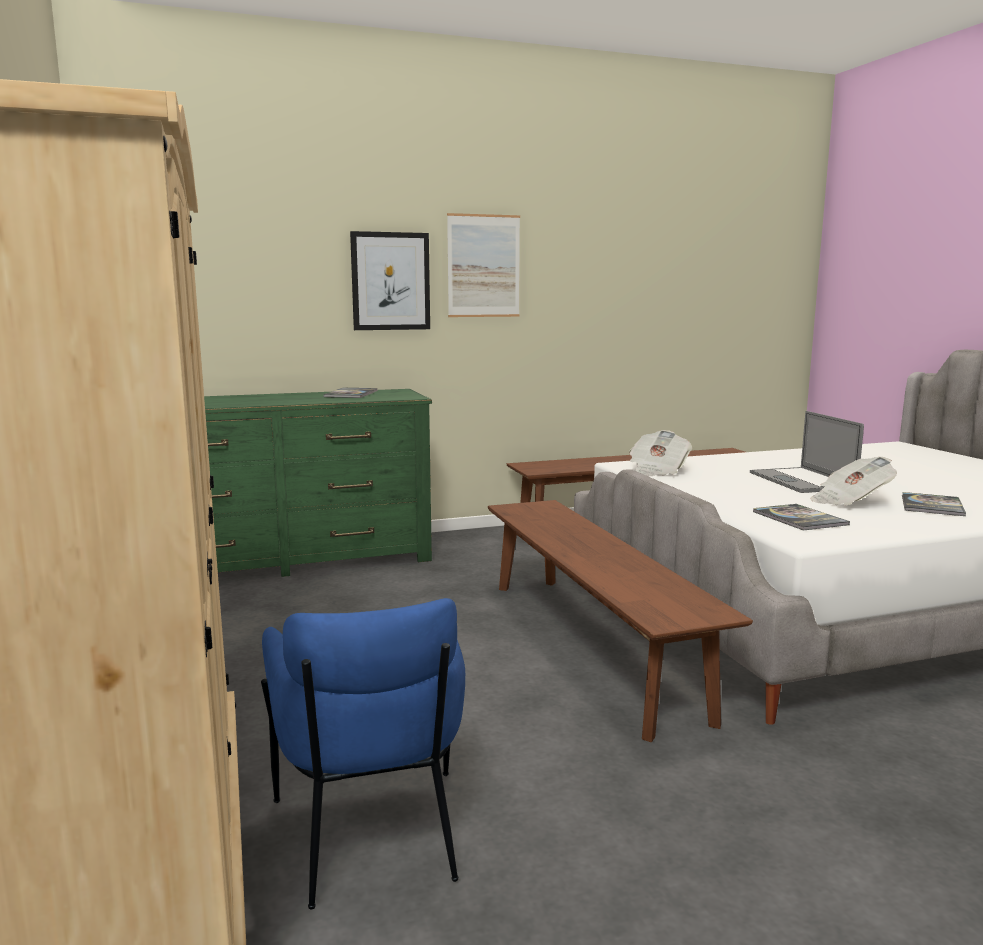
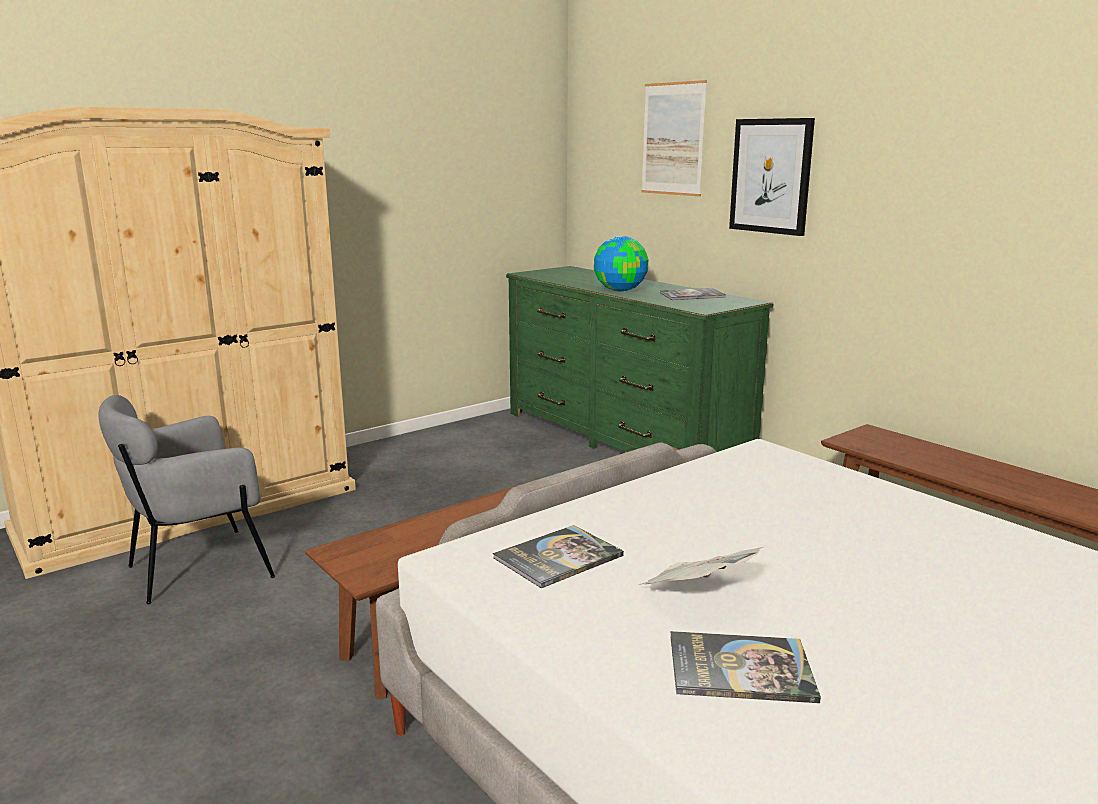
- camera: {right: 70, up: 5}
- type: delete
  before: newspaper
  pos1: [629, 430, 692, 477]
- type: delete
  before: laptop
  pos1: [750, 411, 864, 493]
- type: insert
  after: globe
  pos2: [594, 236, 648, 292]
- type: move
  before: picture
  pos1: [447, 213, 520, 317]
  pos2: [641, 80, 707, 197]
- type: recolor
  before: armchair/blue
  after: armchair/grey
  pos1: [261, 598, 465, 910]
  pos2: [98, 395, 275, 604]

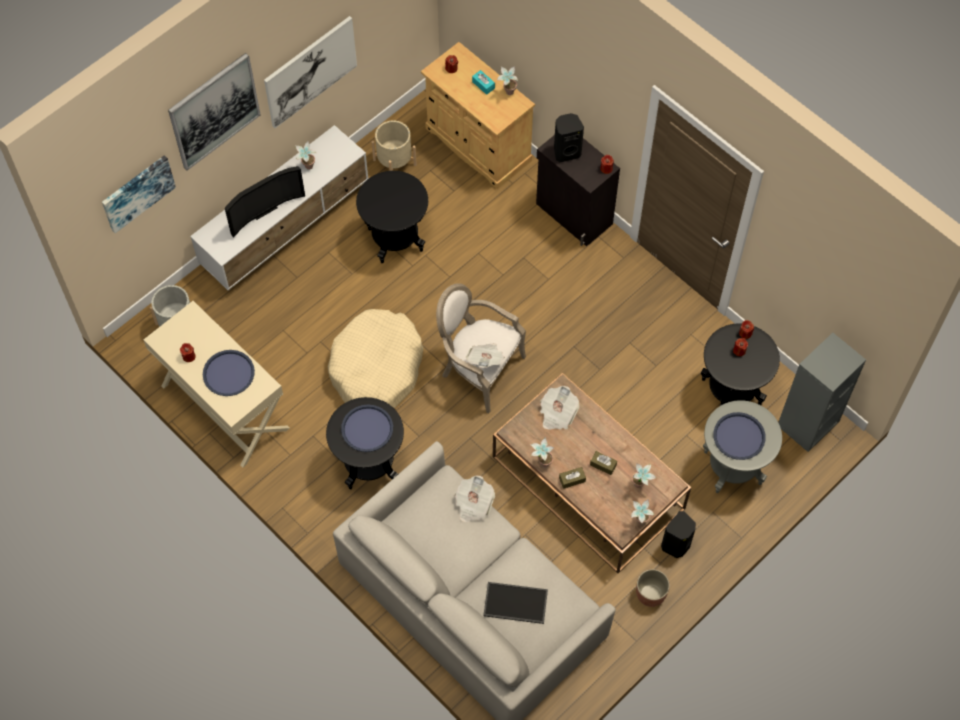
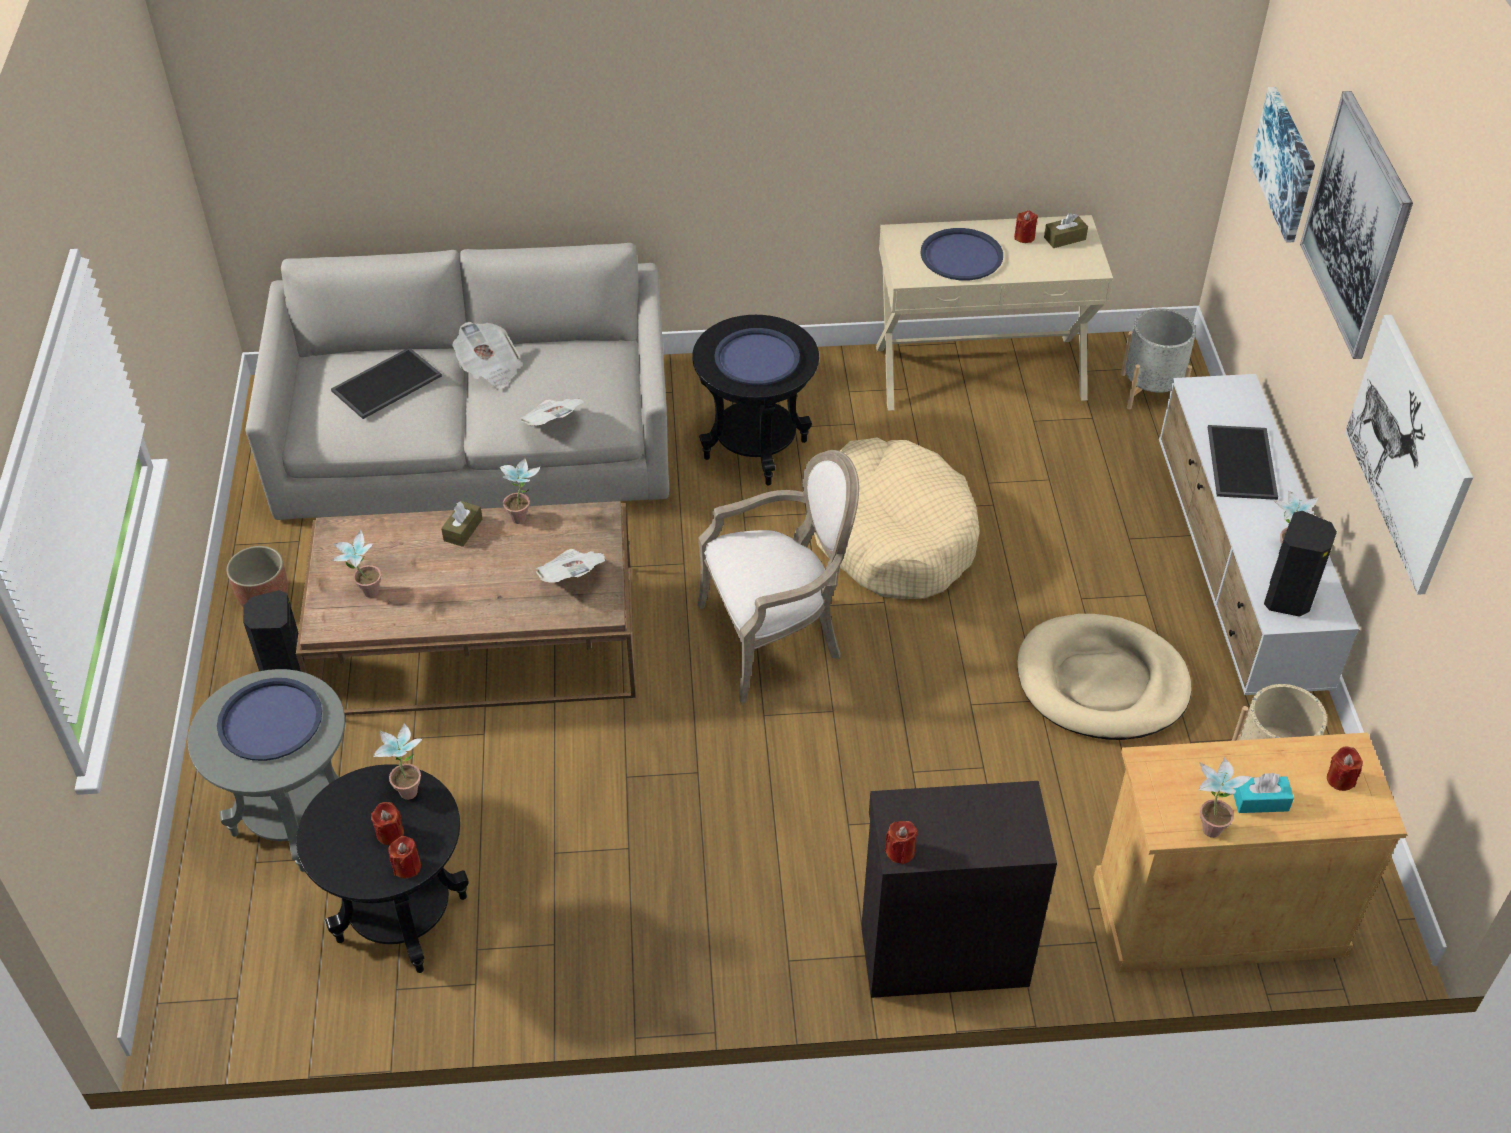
- camera: {right: 130, up: -15}
- type: delete
  before: bookcase/grey
  pos1: [778, 333, 866, 452]
- type: move
  before: newspaper
  pos1: [466, 343, 505, 368]
  pos2: [453, 322, 522, 389]
- type: move
  before: speaker/black
  pos1: [554, 113, 584, 162]
  pos2: [1264, 511, 1337, 617]
- type: move
  before: tissue box/brown
  pos1: [590, 451, 617, 475]
  pos2: [1044, 213, 1088, 248]
- type: move
  before: potted plant
  pos1: [631, 500, 654, 524]
  pos2: [373, 724, 423, 800]
- type: replace
  before: television
  after: tray
  pos1: [225, 166, 305, 238]
  pos2: [1208, 425, 1278, 500]
- type: replace
  before: side table/black
  after: dog bed/beige
  pos1: [356, 171, 428, 263]
  pos2: [1017, 614, 1191, 740]

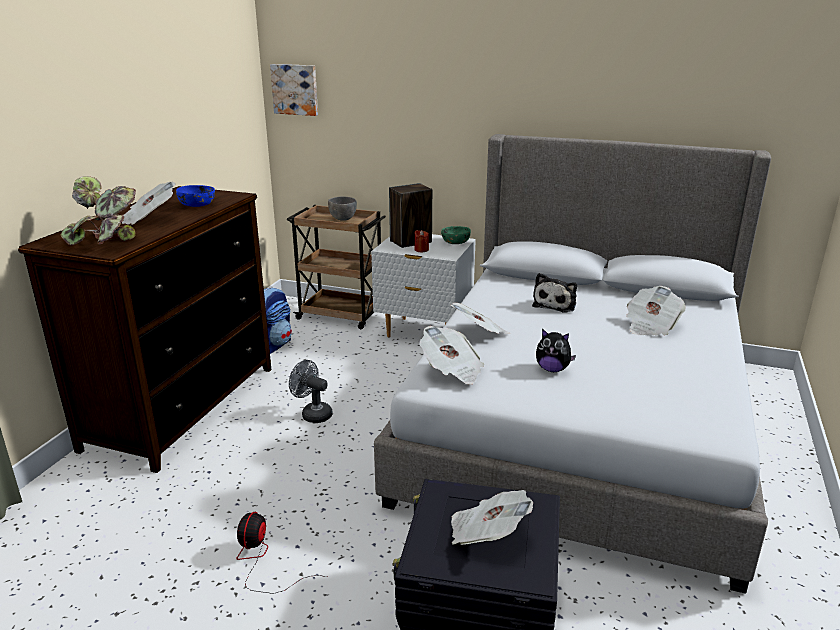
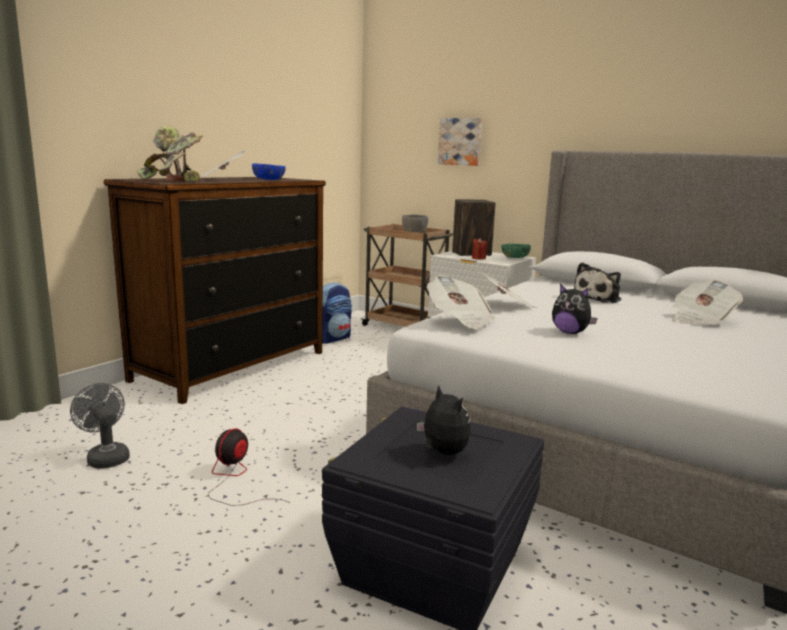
- camera: {right: 15, up: -10}
- type: move
  before: picture
  pos1: [270, 64, 318, 116]
  pos2: [438, 118, 482, 166]
- type: move
  before: fan/grey
  pos1: [289, 360, 333, 423]
  pos2: [70, 383, 130, 469]
- type: replace
  before: newspaper
  after: plush toy
  pos1: [451, 490, 533, 545]
  pos2: [417, 385, 471, 455]

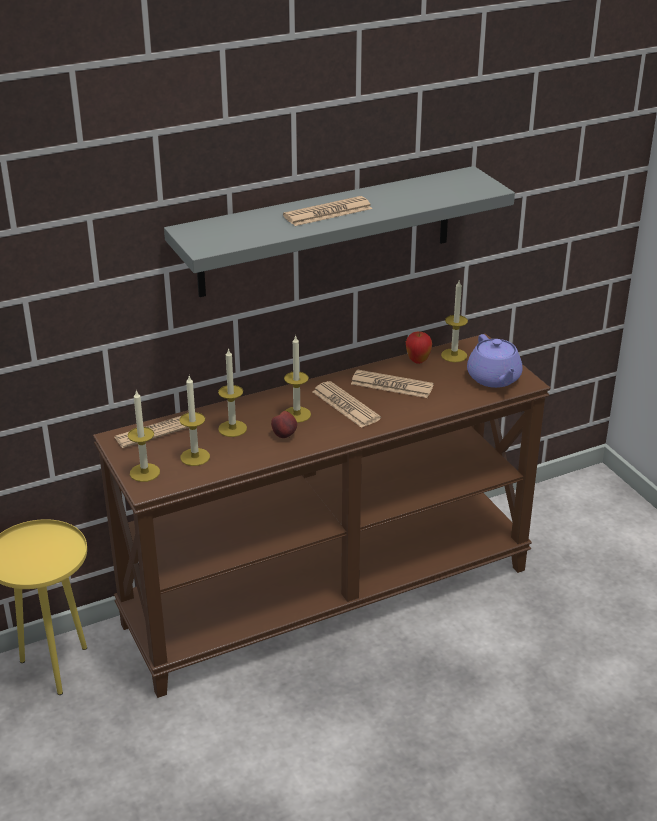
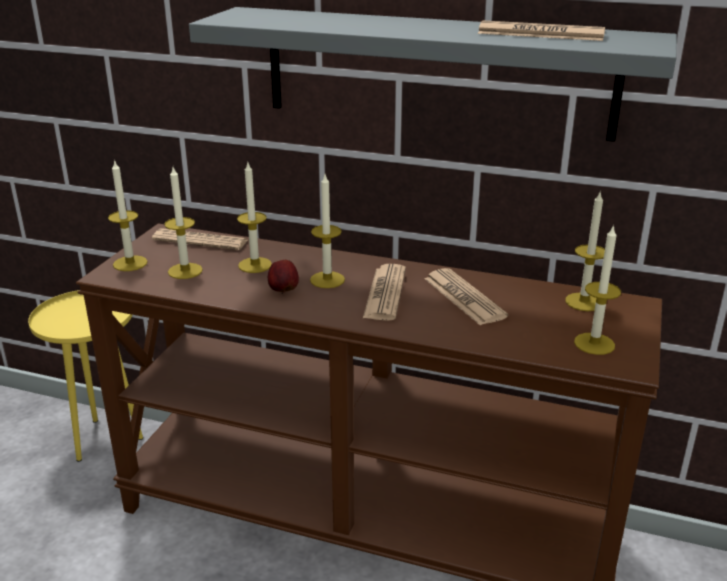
- camera: {right: 45, up: -5}
- type: delete
  before: apple
  pos1: [406, 332, 432, 364]
- type: move
  before: newspaper
  pos1: [283, 196, 372, 226]
  pos2: [478, 20, 605, 41]
- type: replace
  before: teapot/purple
  after: candle
  pos1: [467, 334, 522, 388]
  pos2: [574, 224, 621, 355]

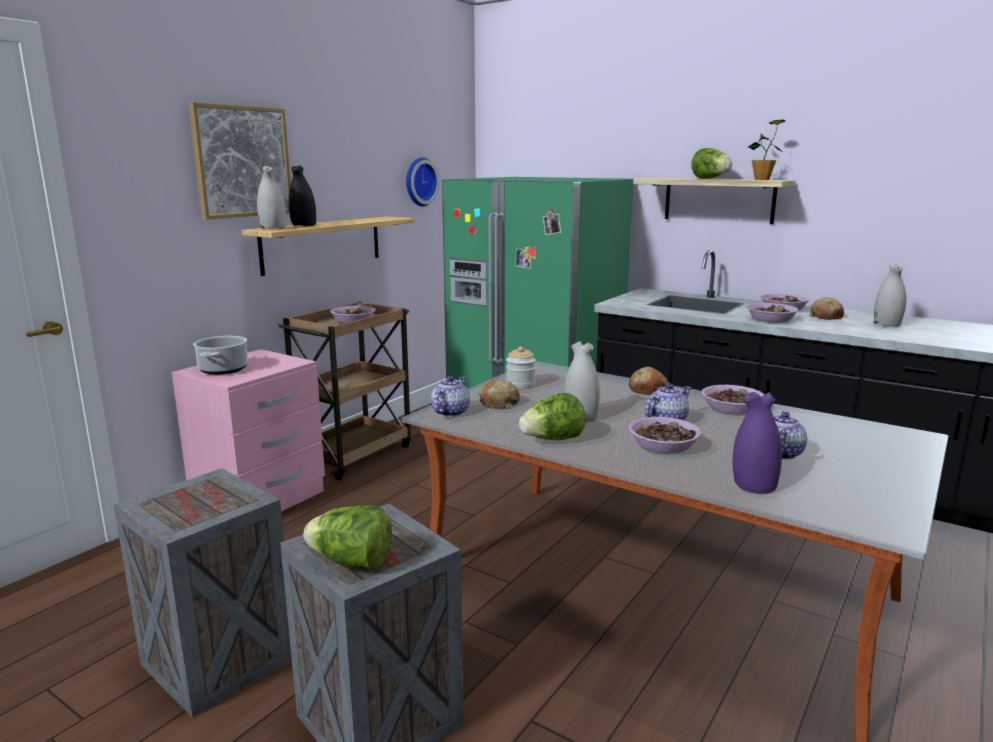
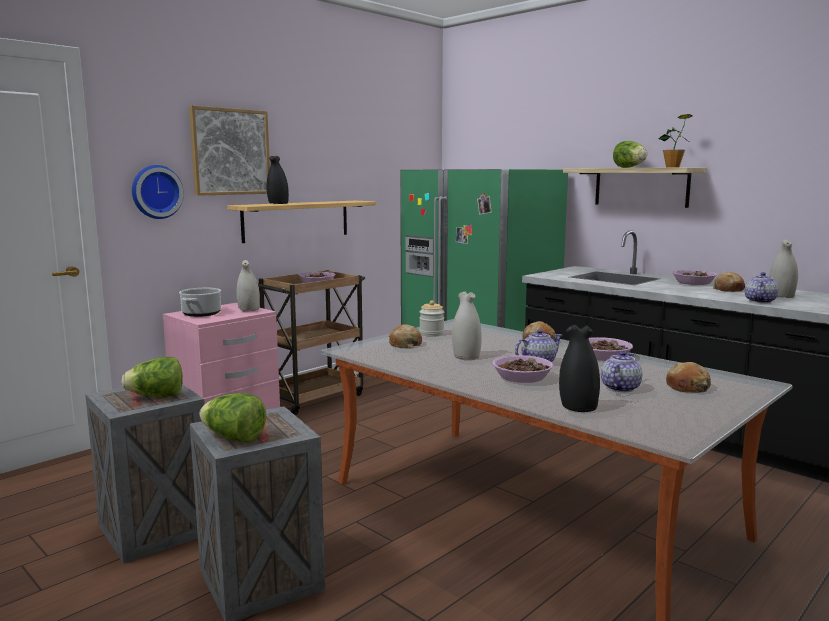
- camera: {right: 10, up: -5}
- type: delete
  before: bowl
  pos1: [747, 303, 799, 323]
- type: insert
  after: bread
  pos2: [666, 362, 711, 393]
- type: move
  before: vase/white
  pos1: [257, 166, 286, 229]
  pos2: [236, 260, 260, 311]
- type: move
  before: wall clock
  pos1: [406, 157, 440, 206]
  pos2: [132, 165, 184, 219]
- type: move
  before: teapot
  pos1: [431, 376, 470, 417]
  pos2: [745, 272, 779, 303]
- type: move
  before: lettuce
  pos1: [519, 393, 586, 440]
  pos2: [122, 357, 183, 398]
- type: recolor
  before: vase/purple
  after: vase/black
  pos1: [733, 392, 782, 494]
  pos2: [559, 325, 600, 412]

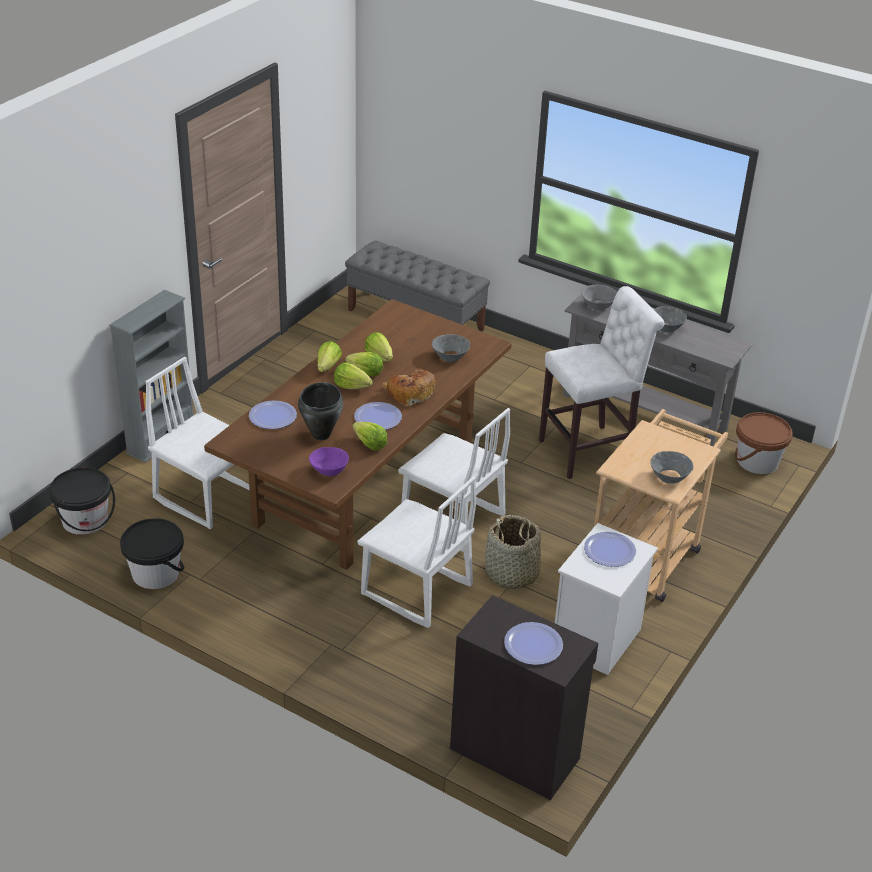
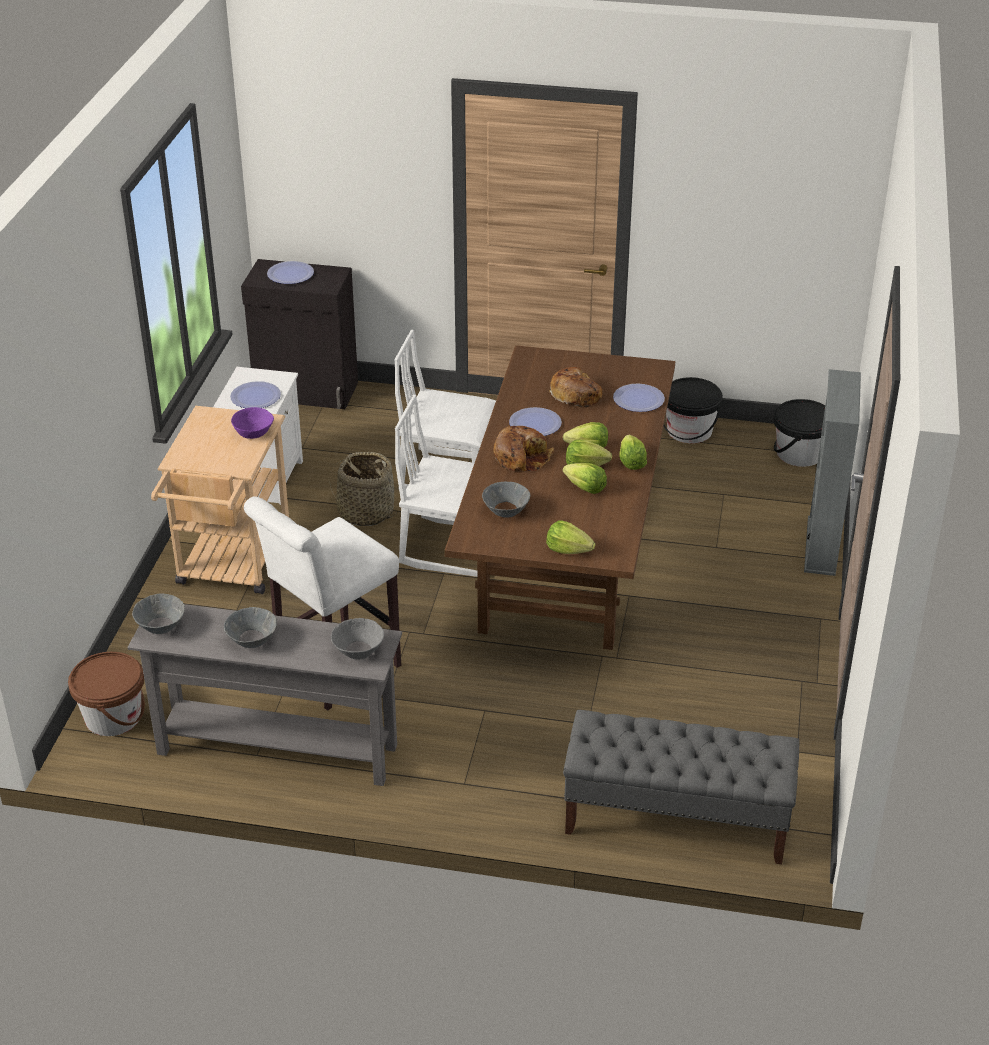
- camera: {right: 160, up: 0}
- type: delete
  before: chair/white
  pos1: [145, 356, 250, 529]
- type: move
  before: bowl/purple
  pos1: [309, 447, 349, 476]
  pos2: [231, 407, 274, 439]
- type: move
  before: lettuce
  pos1: [353, 422, 388, 450]
  pos2: [546, 521, 595, 554]
- type: move
  before: bowl/grey
  pos1: [650, 451, 694, 484]
  pos2: [132, 593, 185, 634]
- type: replace
  before: cooking pot/black
  after: bread
  pos1: [298, 382, 343, 440]
  pos2: [549, 367, 603, 408]

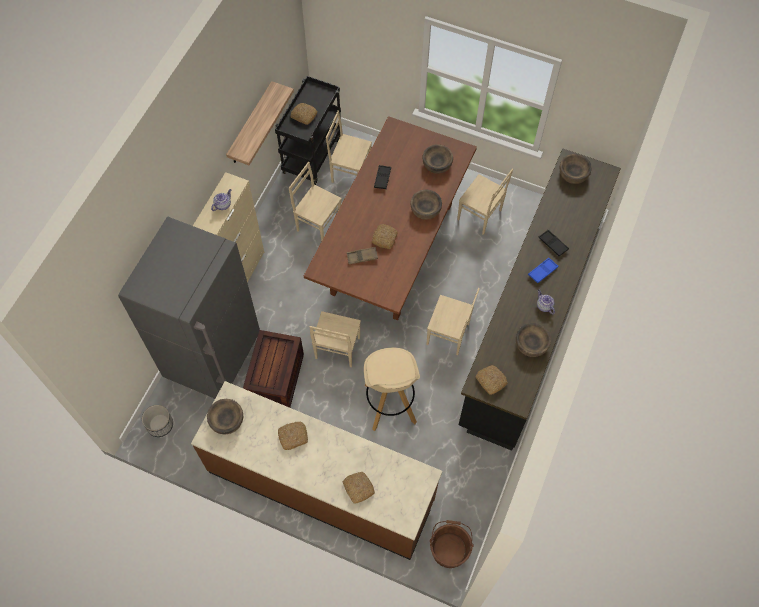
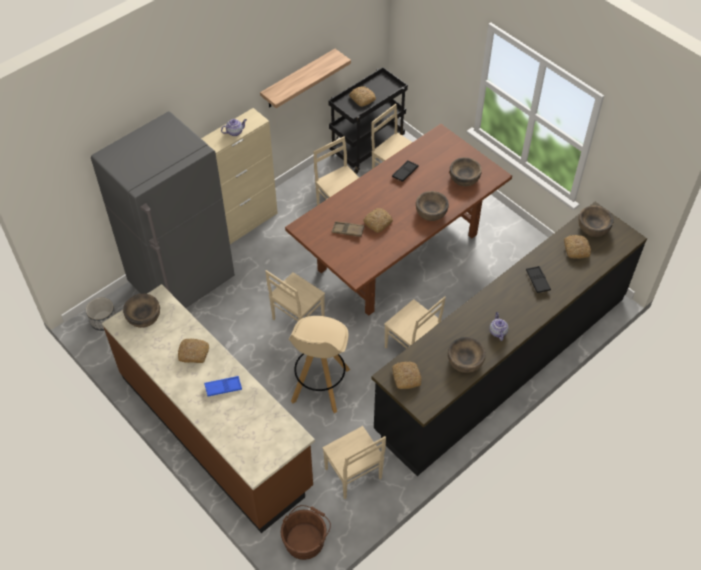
- camera: {right: 25, up: -10}
- type: delete
  before: crate
  pos1: [243, 330, 304, 408]
- type: move
  before: bread
  pos1: [343, 472, 375, 504]
  pos2: [564, 235, 591, 259]
- type: move
  before: chair/beige
  pos1: [457, 168, 513, 235]
  pos2: [322, 426, 386, 499]
- type: move
  before: tray/blue
  pos1: [528, 258, 558, 283]
  pos2: [204, 376, 242, 397]

